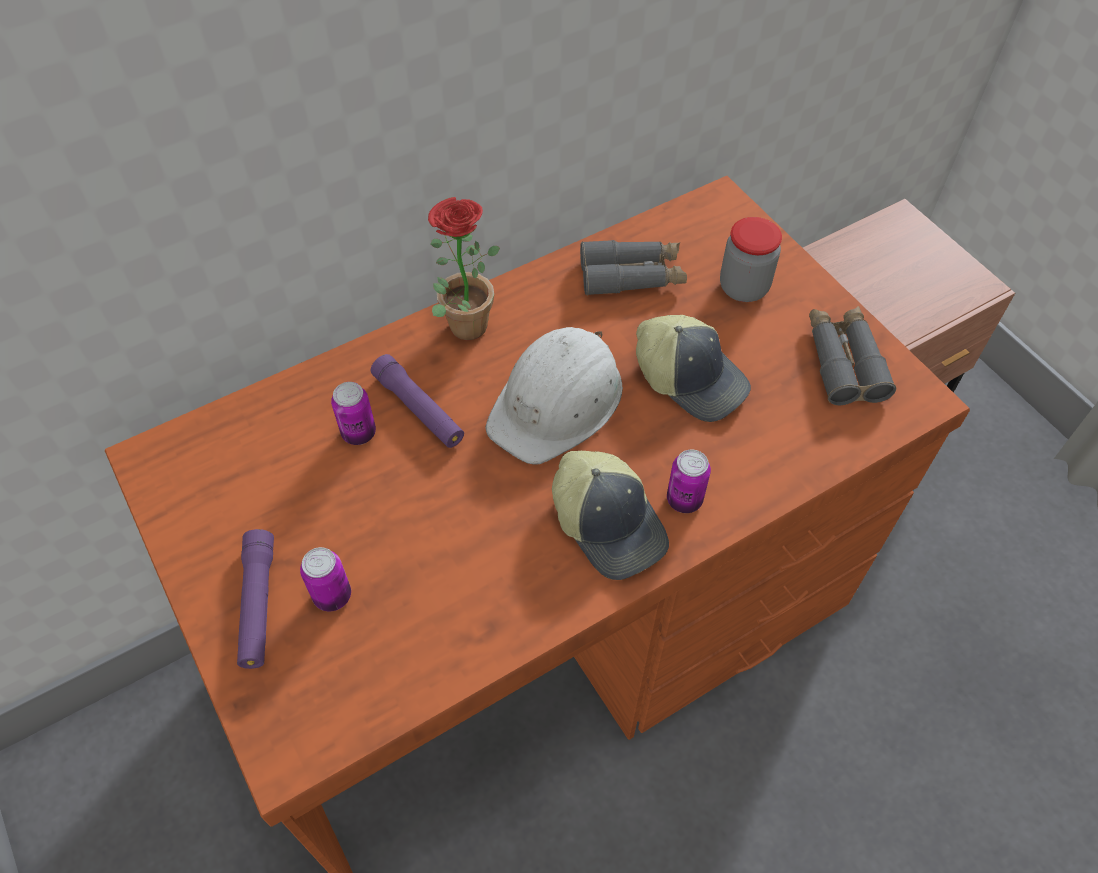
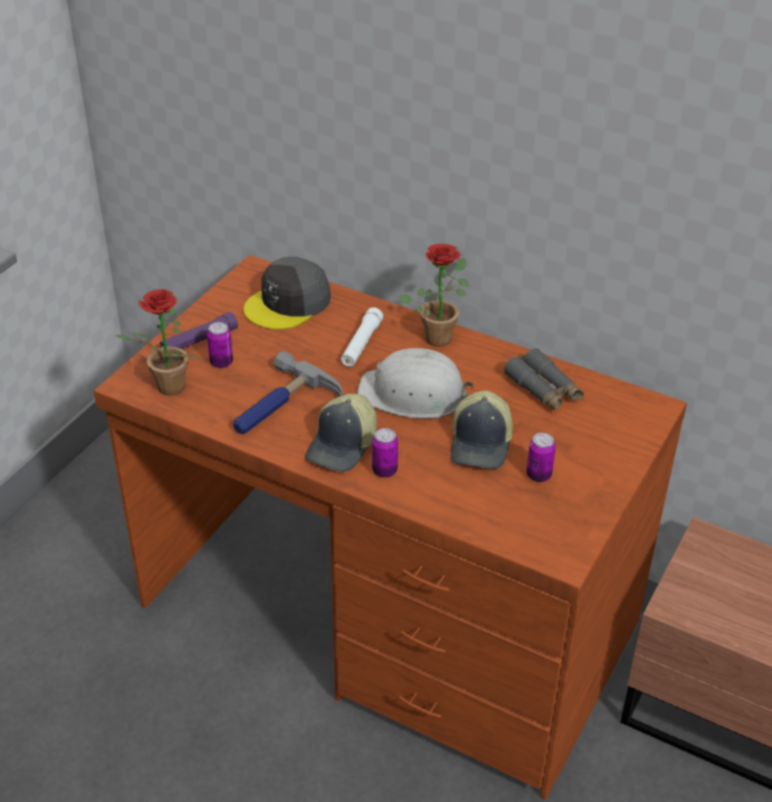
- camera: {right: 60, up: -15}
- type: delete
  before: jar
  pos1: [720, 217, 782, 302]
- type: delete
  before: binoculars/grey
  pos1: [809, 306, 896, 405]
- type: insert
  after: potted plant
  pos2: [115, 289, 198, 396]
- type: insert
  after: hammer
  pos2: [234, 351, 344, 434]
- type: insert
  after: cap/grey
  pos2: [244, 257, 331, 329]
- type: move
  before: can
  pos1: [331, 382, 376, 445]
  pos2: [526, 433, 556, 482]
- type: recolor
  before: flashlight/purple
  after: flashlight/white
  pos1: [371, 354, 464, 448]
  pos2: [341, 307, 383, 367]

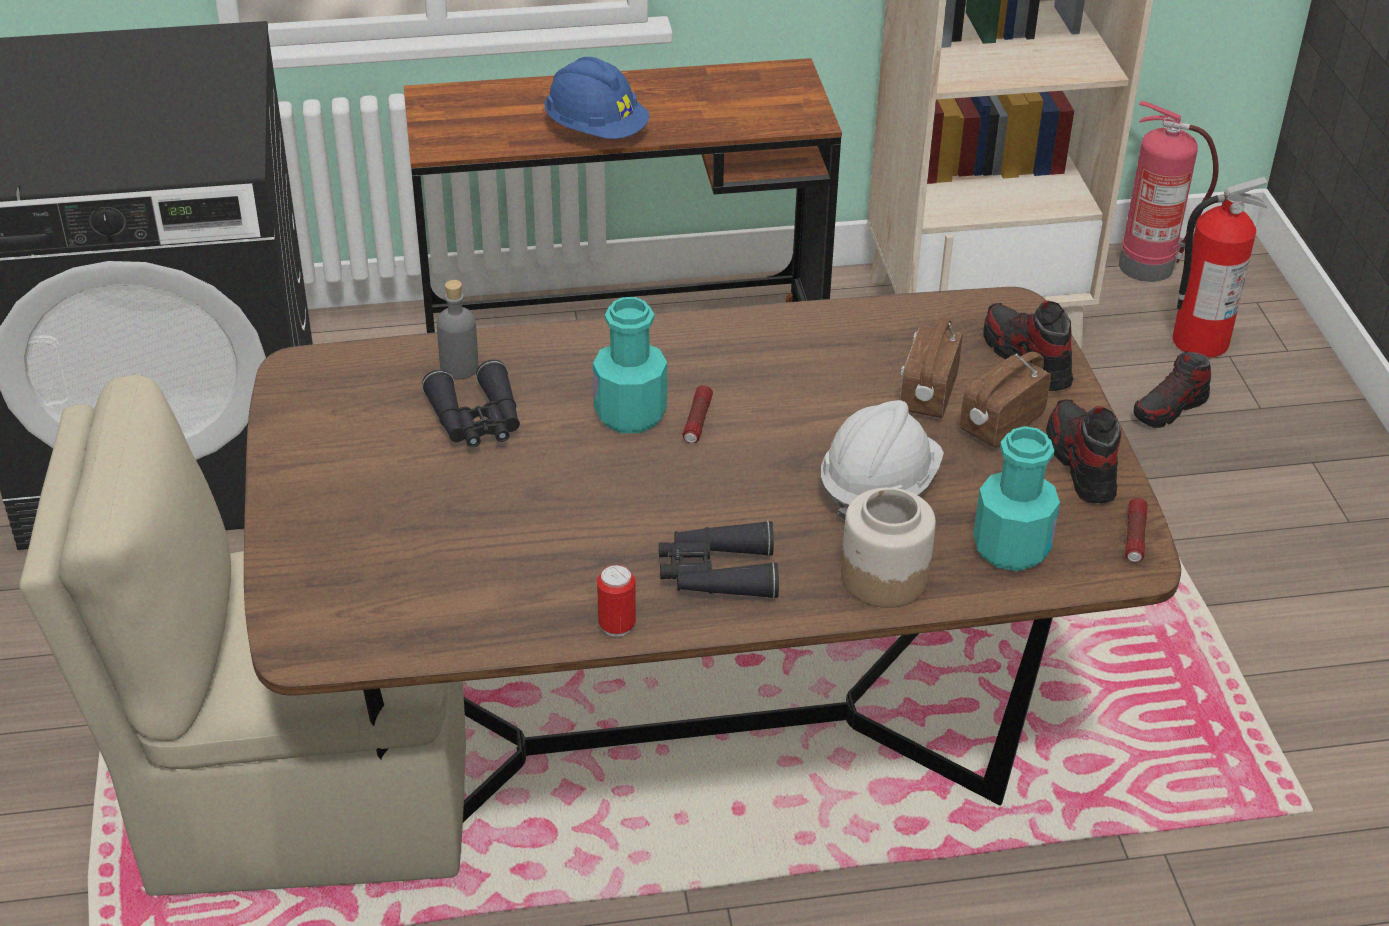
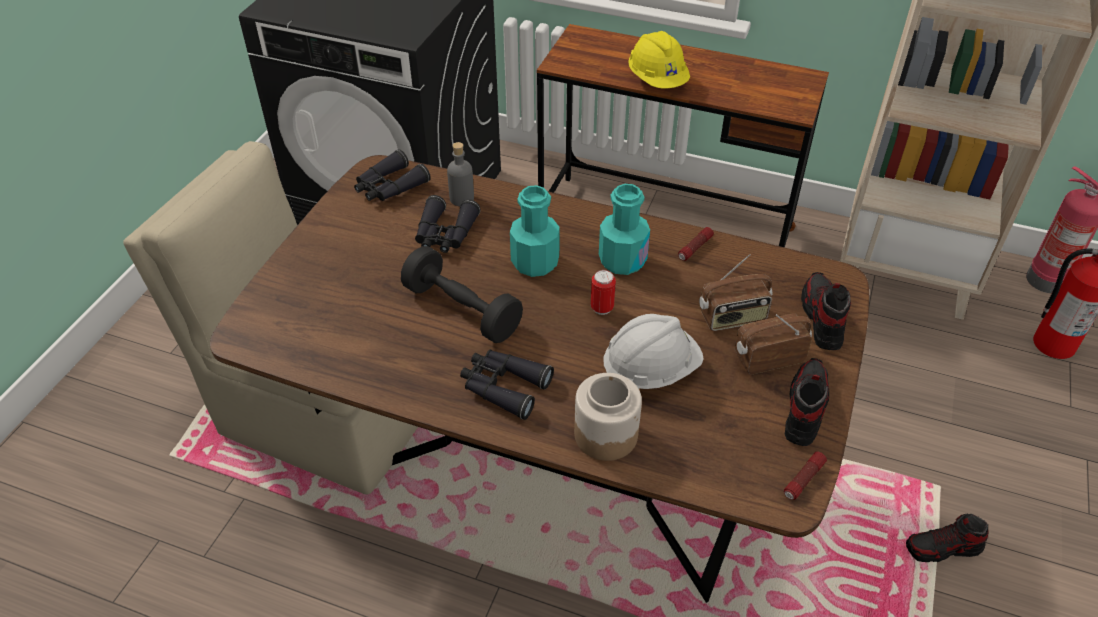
- camera: {right: 30, up: 5}
- type: insert
  after: binoculars/black
  pos2: [354, 149, 431, 201]
- type: insert
  after: dumbbell/black
  pos2: [401, 246, 523, 343]
- type: move
  before: can
  pos1: [597, 564, 636, 637]
  pos2: [591, 270, 616, 315]
- type: move
  before: flashlight
  pos1: [682, 385, 713, 443]
  pos2: [678, 227, 714, 261]
- type: move
  before: bottle/turquoise
  pos1: [973, 426, 1060, 571]
  pos2: [599, 184, 650, 275]
- type: move
  before: shoe
  pos1: [1134, 351, 1211, 428]
  pos2: [906, 514, 989, 562]
- type: recolor
  before: hard hat/blue
  after: hard hat/yellow
  pos1: [545, 57, 649, 139]
  pos2: [628, 31, 690, 88]
- type: rotate
  before: radio
  pos1: [900, 317, 963, 418]
  pos2: [699, 254, 772, 331]
  turn: -150

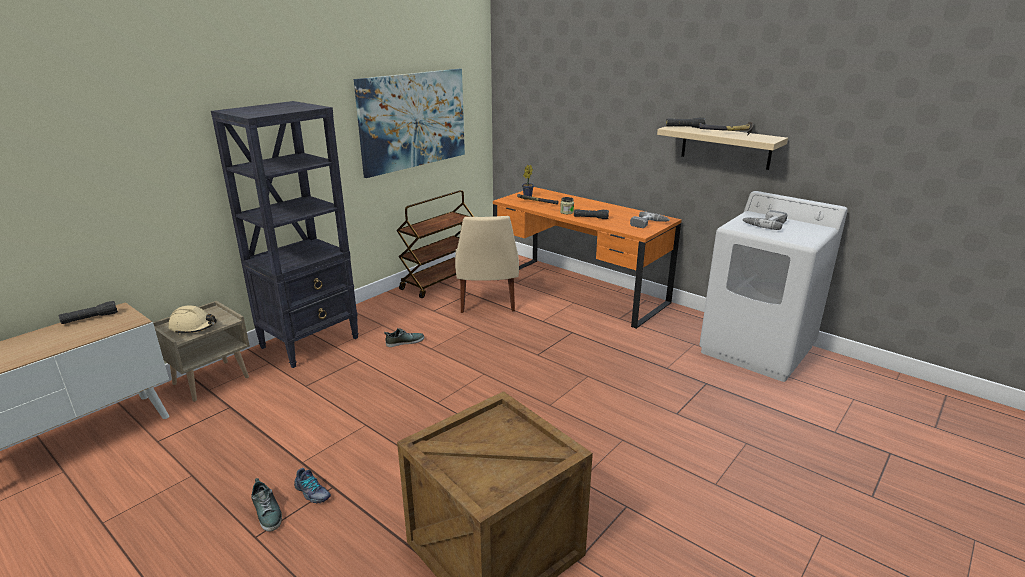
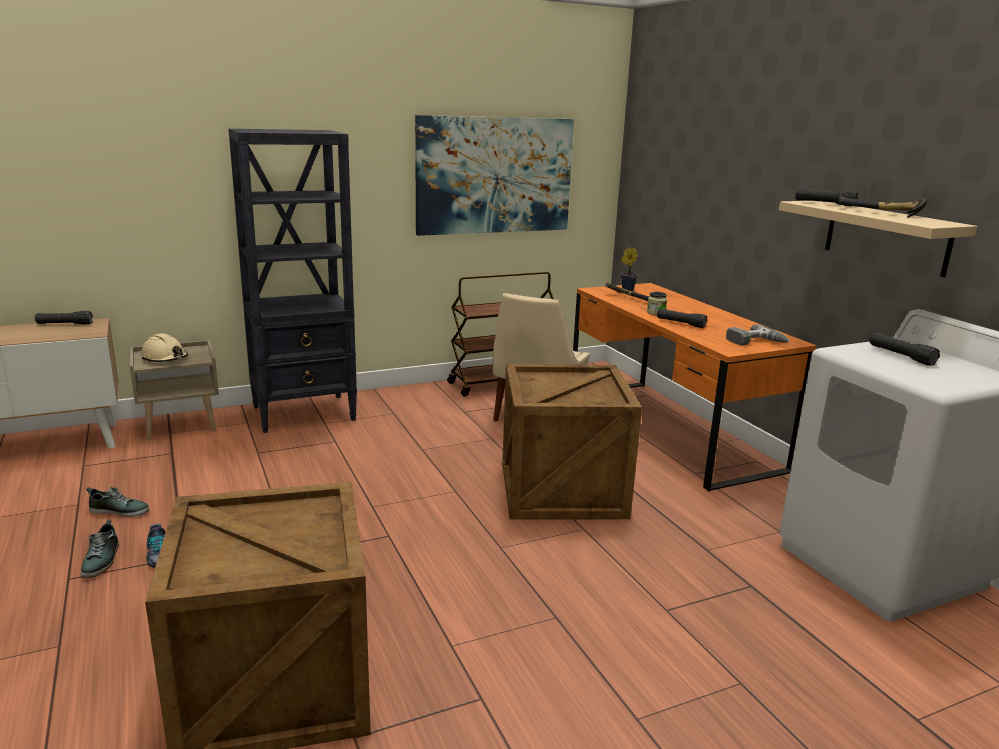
- camera: {right: 25, up: -5}
- type: insert
  after: crate
  pos2: [502, 364, 642, 520]
- type: move
  before: shoe
  pos1: [384, 328, 424, 347]
  pos2: [86, 486, 149, 517]
- type: replace
  before: power drill
  after: flashlight/black
  pos1: [742, 210, 787, 230]
  pos2: [869, 332, 940, 366]

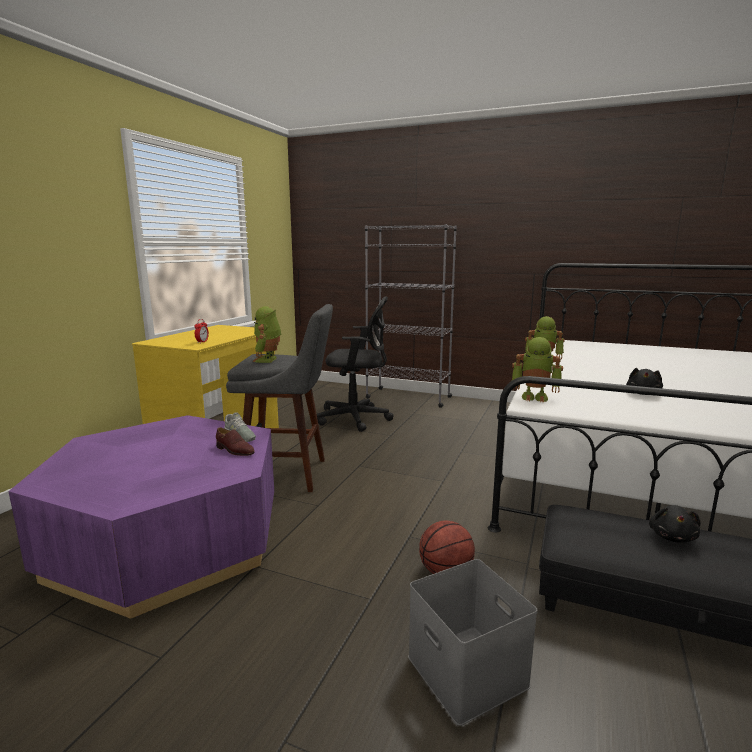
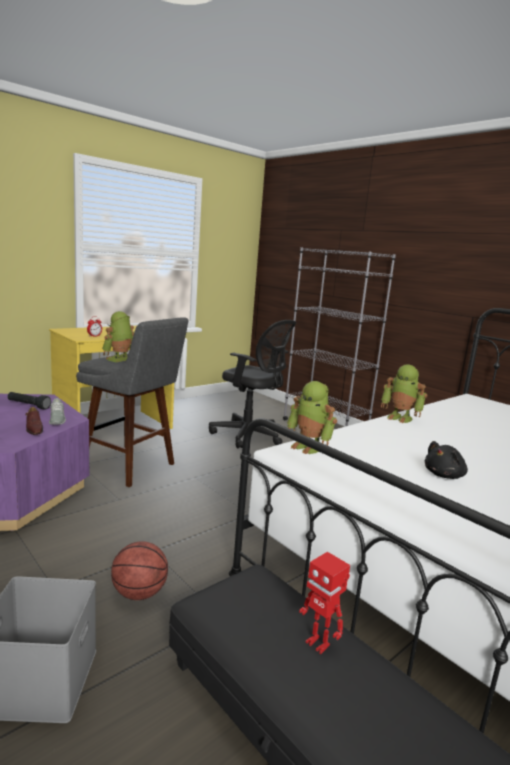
- camera: {right: 25, up: 0}
- type: insert
  after: flashlight/black
  pos2: [7, 392, 51, 410]
- type: replace
  before: plush toy/black
  after: toy robot
  pos1: [649, 505, 701, 543]
  pos2: [299, 552, 350, 654]

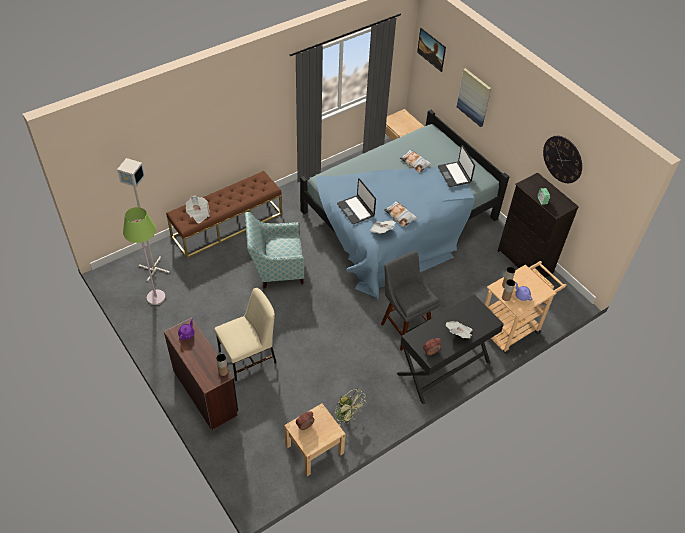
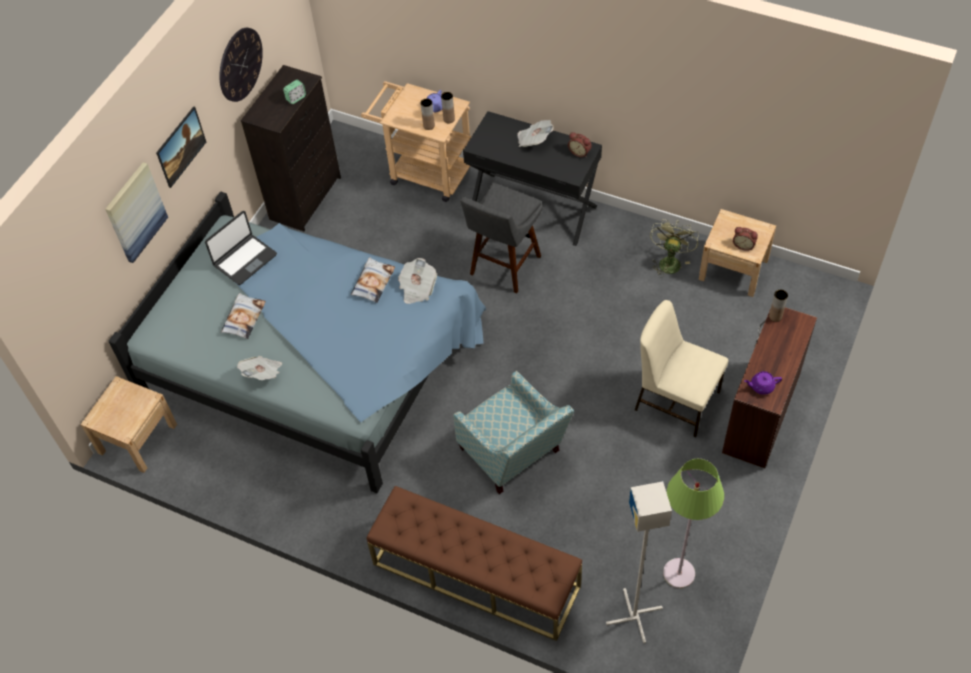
- camera: {right: -115, up: 5}
- type: delete
  before: laptop
  pos1: [337, 178, 376, 224]
- type: move
  before: newspaper
  pos1: [186, 196, 210, 223]
  pos2: [237, 356, 282, 380]
- type: move
  before: picture
  pos1: [417, 28, 446, 72]
  pos2: [156, 106, 206, 188]

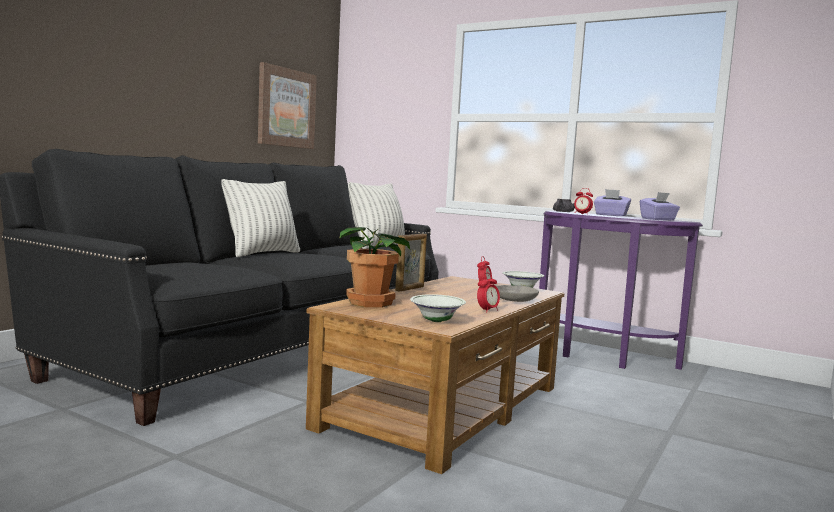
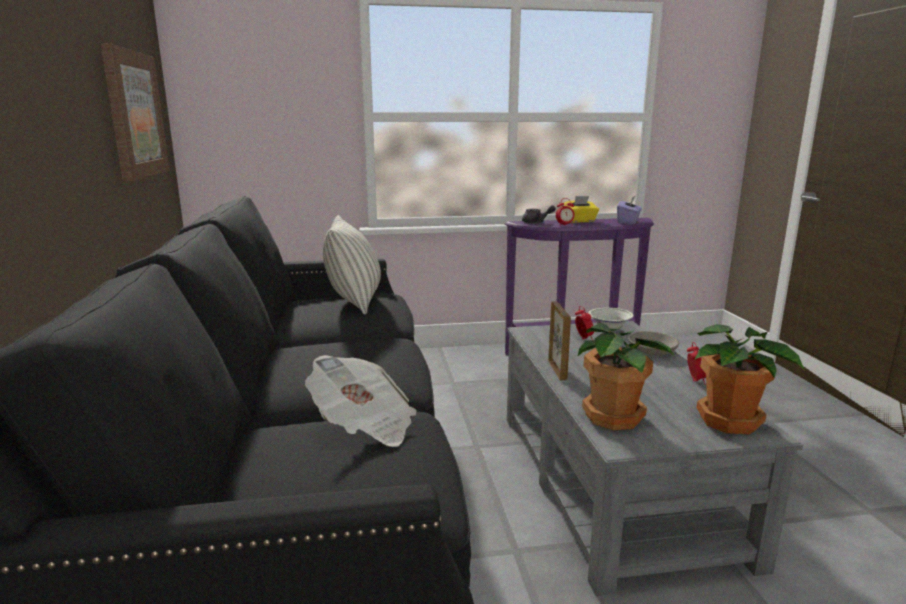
- camera: {right: -40, up: 10}
- type: delete
  before: pillow
  pos1: [221, 179, 300, 257]
- type: insert
  after: newspaper
  pos2: [305, 355, 417, 447]
- type: replace
  before: bowl/white
  after: potted plant
  pos1: [410, 294, 466, 322]
  pos2: [695, 324, 805, 434]
- type: recolor
  before: coffee table/brown
  after: coffee table/grey
  pos1: [306, 276, 564, 474]
  pos2: [507, 321, 803, 596]
- type: recolor
  before: tissue box/purple
  after: tissue box/yellow
  pos1: [594, 189, 631, 216]
  pos2: [562, 196, 599, 223]

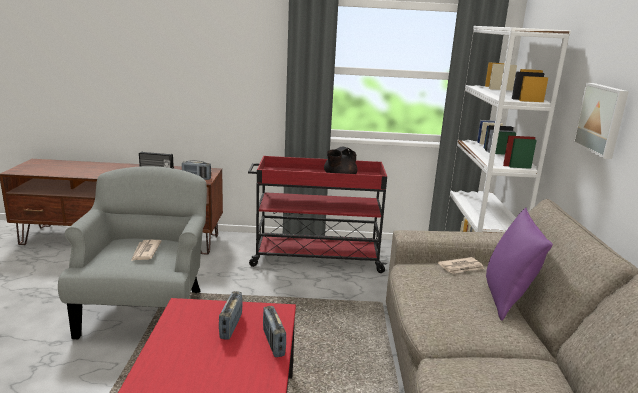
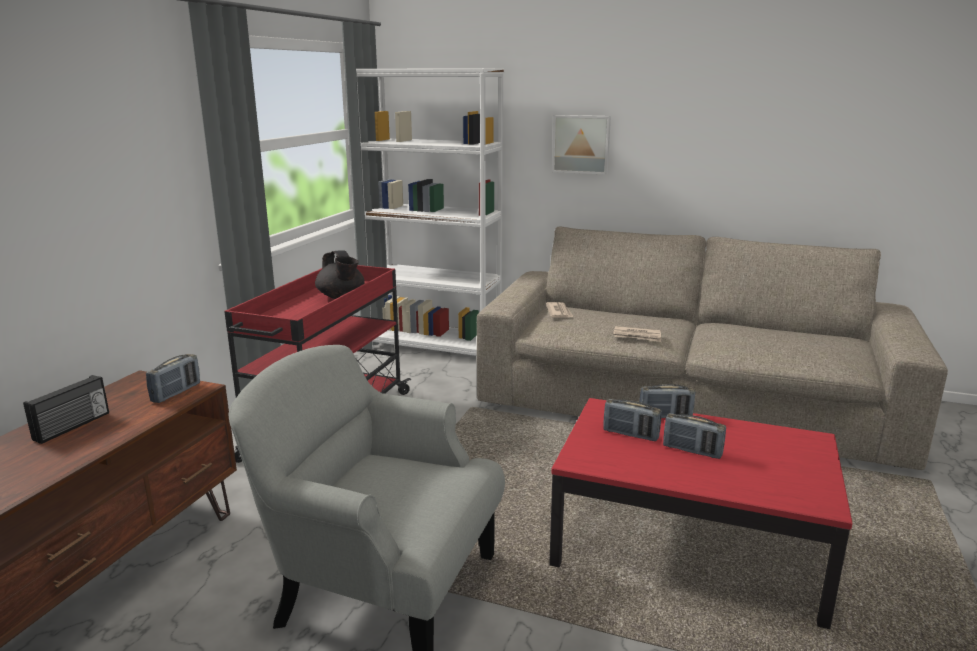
- camera: {right: -70, up: 0}
- type: delete
  before: pillow/purple
  pos1: [486, 208, 553, 321]
- type: insert
  after: radio
  pos2: [663, 413, 726, 459]
- type: move
  before: newspaper
  pos1: [131, 240, 162, 261]
  pos2: [613, 326, 661, 342]

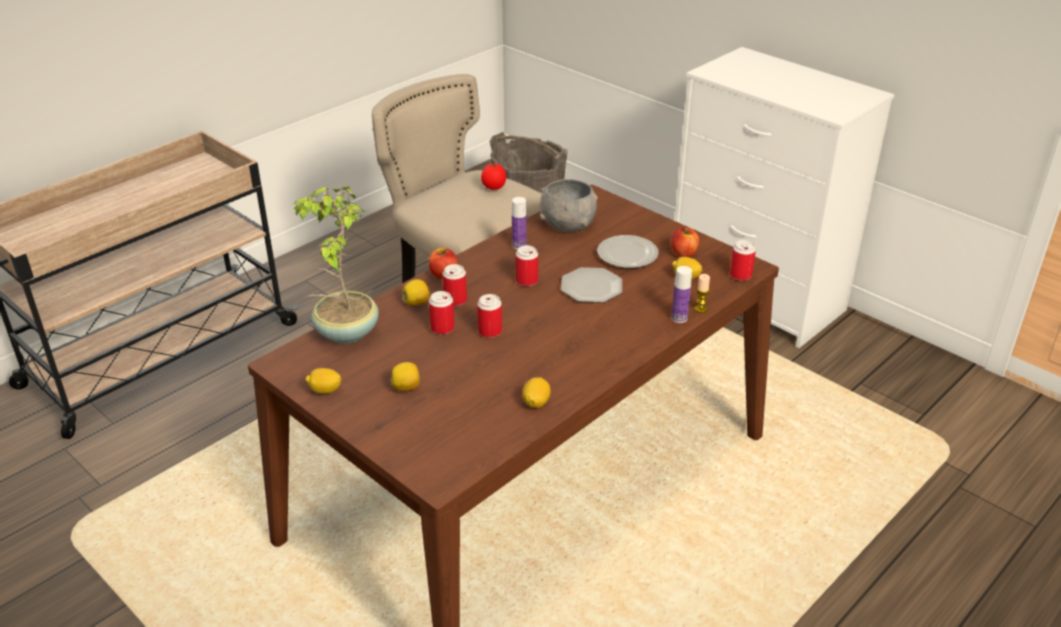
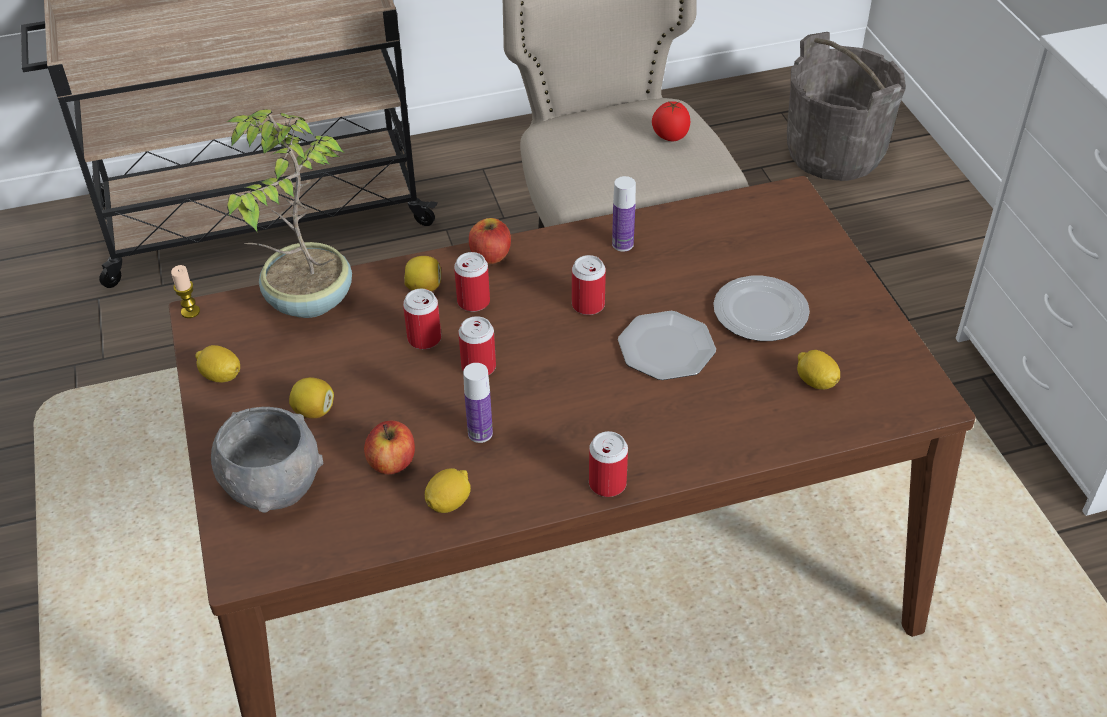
- camera: {right: 30, up: 10}
- type: move
  before: bowl/grey
  pos1: [540, 179, 598, 232]
  pos2: [211, 407, 323, 513]
- type: move
  before: apple
  pos1: [671, 227, 700, 257]
  pos2: [364, 421, 415, 474]
- type: move
  before: bottle
  pos1: [671, 266, 692, 323]
  pos2: [463, 363, 493, 443]
- type: move
  before: candle
  pos1: [694, 274, 710, 313]
  pos2: [171, 265, 200, 318]
- type: move
  before: can
  pos1: [730, 240, 756, 281]
  pos2: [589, 431, 628, 497]

